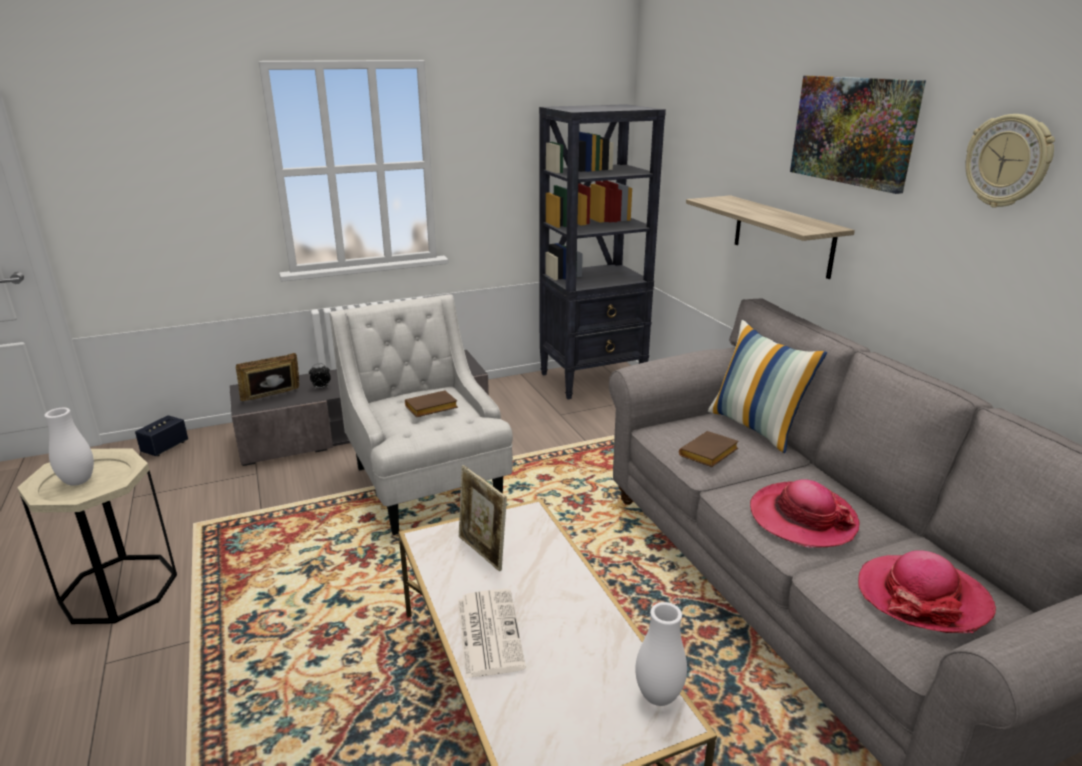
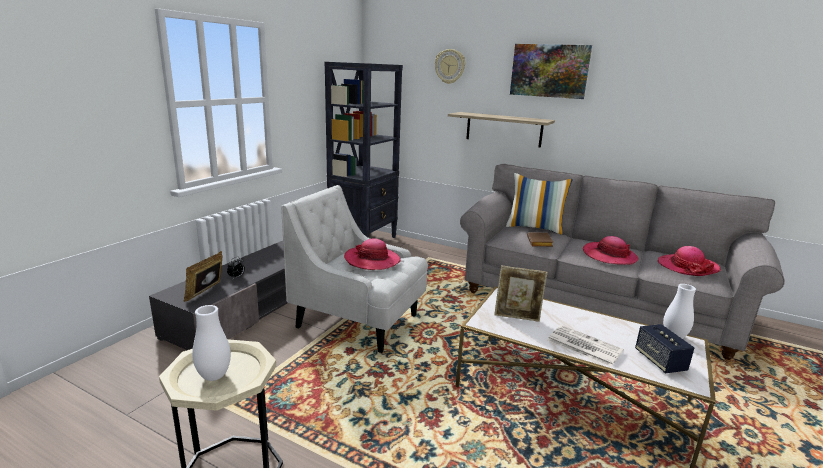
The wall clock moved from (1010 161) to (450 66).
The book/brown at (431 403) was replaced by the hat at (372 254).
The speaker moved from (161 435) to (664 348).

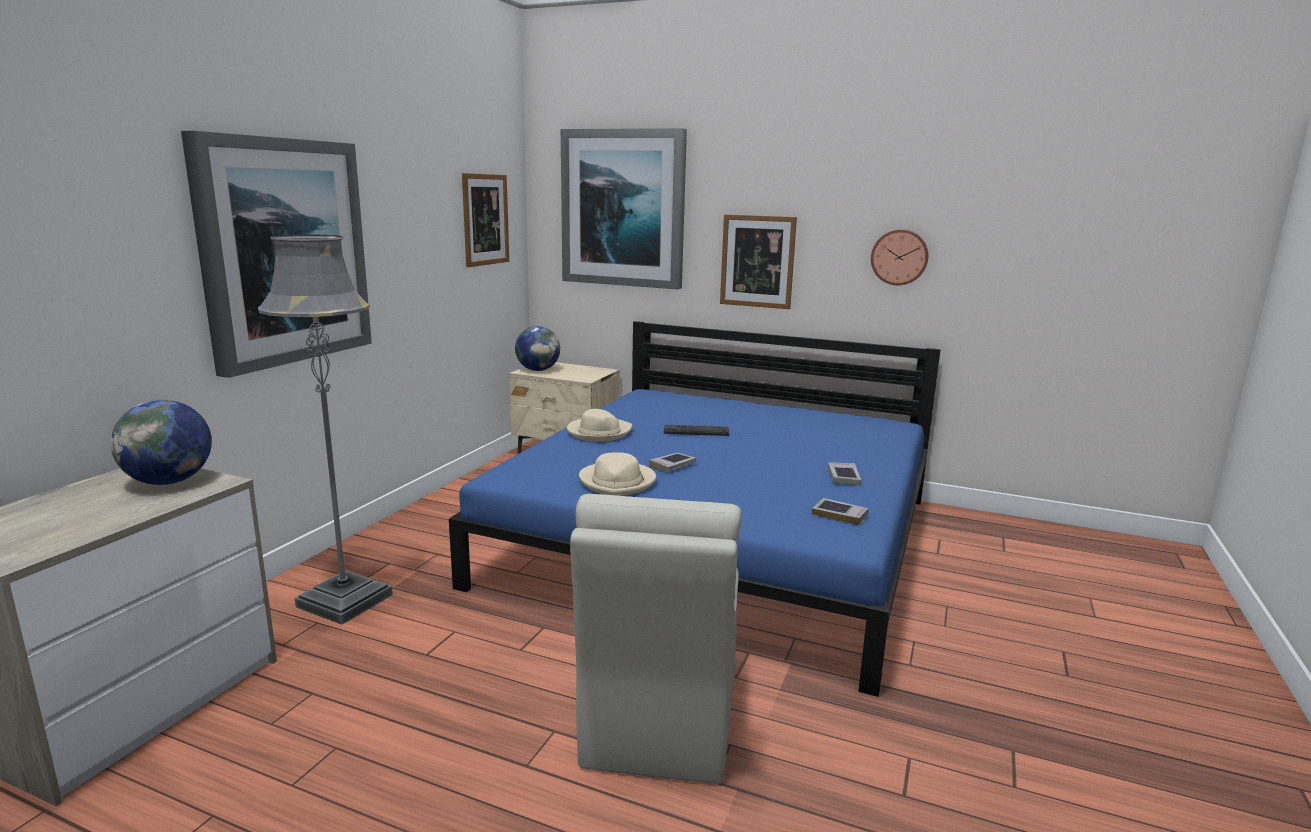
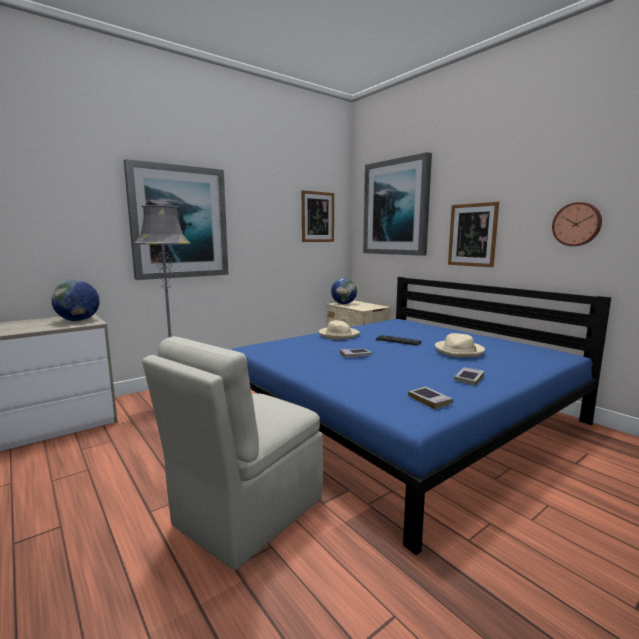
The hat/beige moved from (617 474) to (460 345).

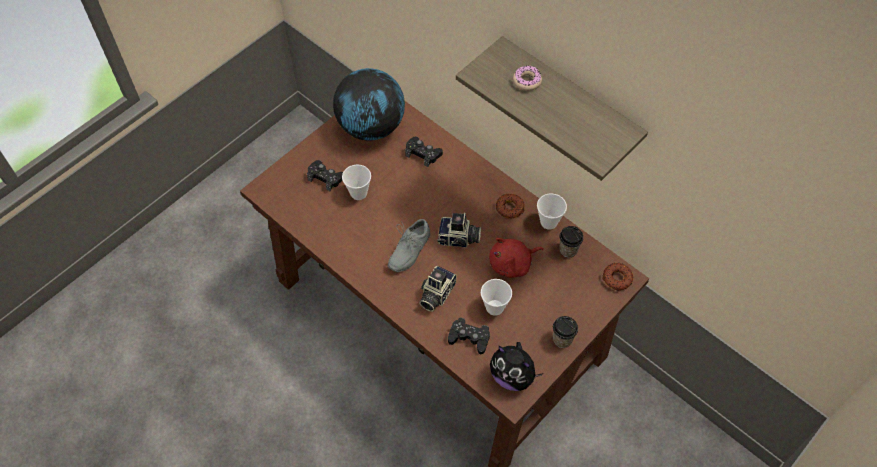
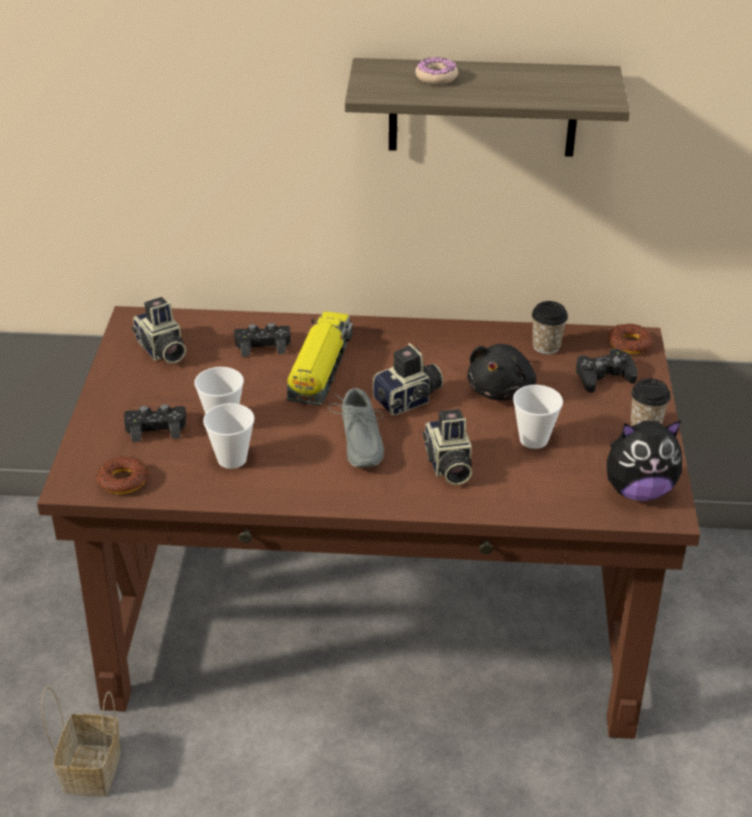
The globe at (369 104) was replaced by the photo camera at (159 330).
The cup moved from (552 211) to (229 436).
The donut moved from (510 206) to (122 475).
The plush toy/red at (516 258) became the plush toy/black at (501 372).
The game controller/black moved from (469 335) to (607 370).
The toy truck at (320 359) appeared.
The basket at (81 741) appeared.

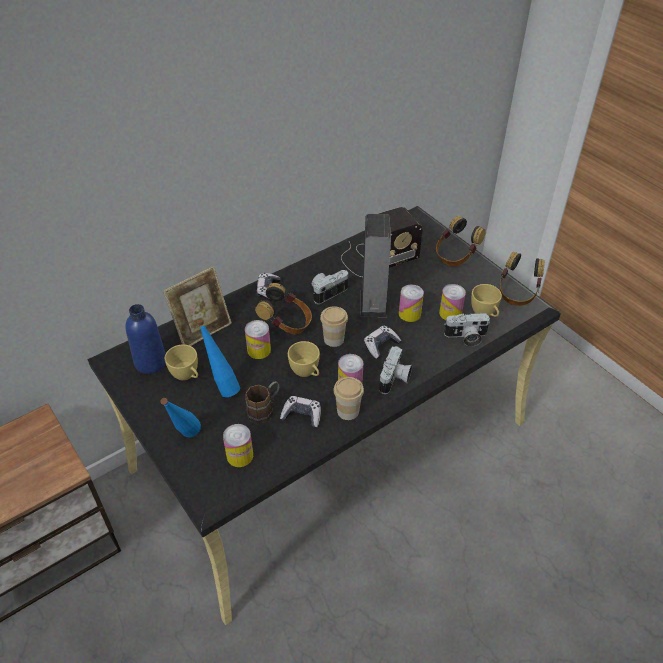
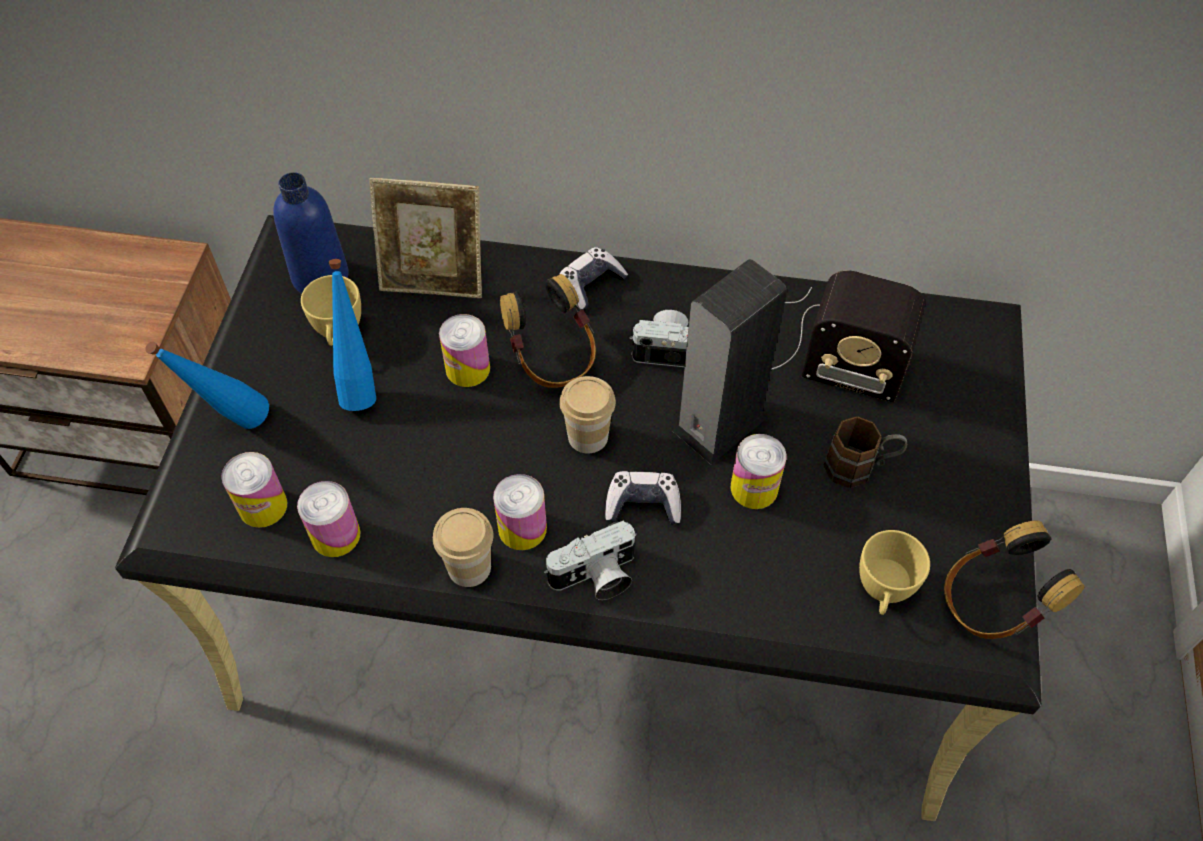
The headphones at (461 241) disappeared.
The can moved from (452 302) to (328 519).
The photo camera at (467 330) disappeared.
The cup/yellow at (304 359) disappeared.
The mug/brown moved from (262 402) to (865 452).
The game controller at (300 412) disappeared.

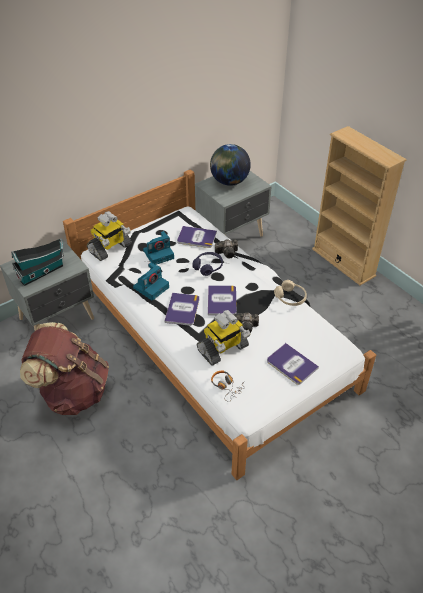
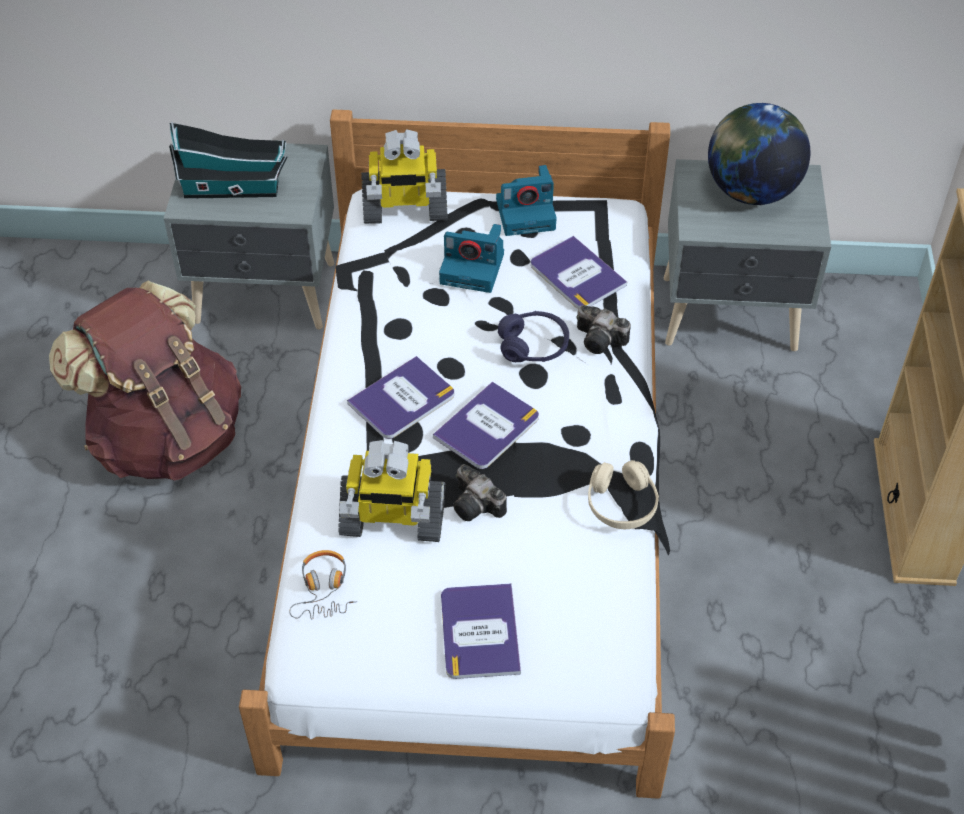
The photo camera moved from (151 281) to (526 200).

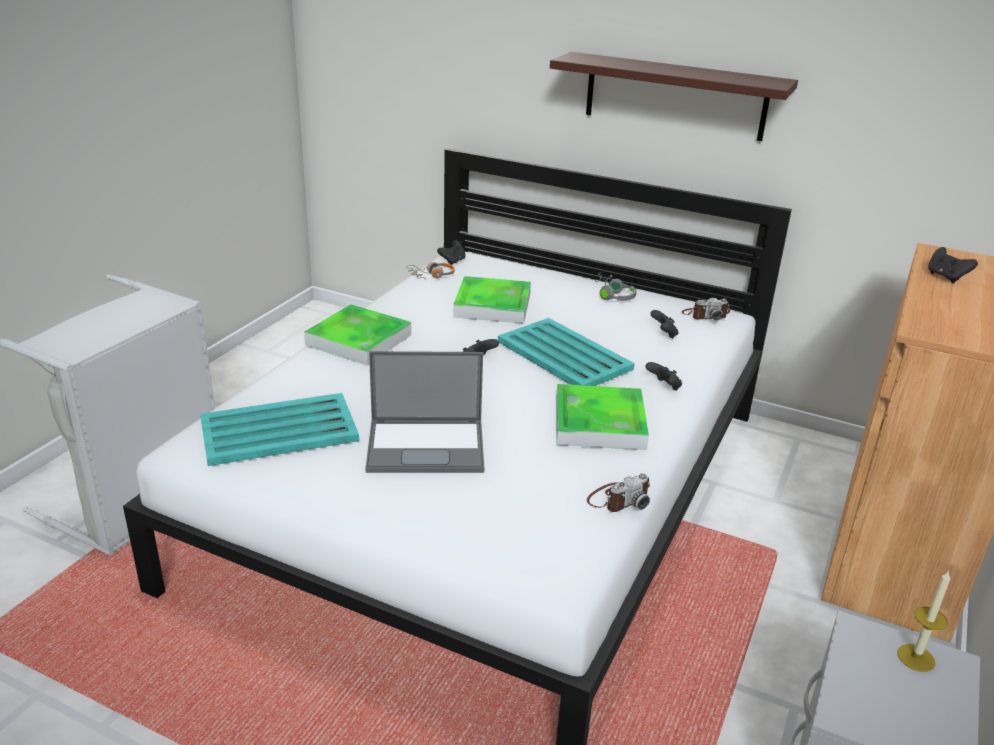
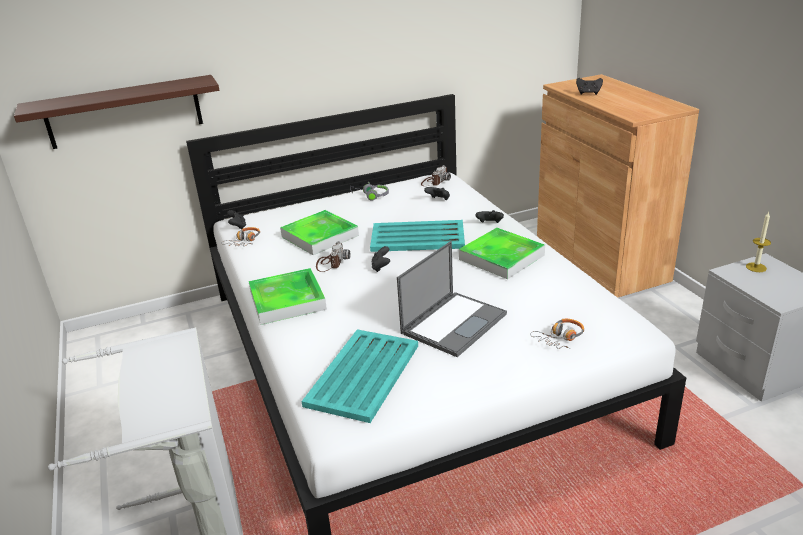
The shelf moved from (674 96) to (116 112).
The photo camera moved from (618 492) to (333 256).
The headphones at (557 334) appeared.

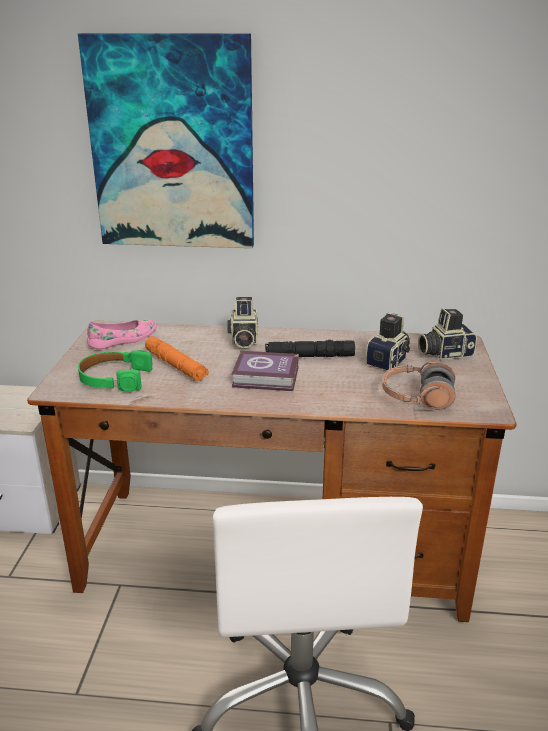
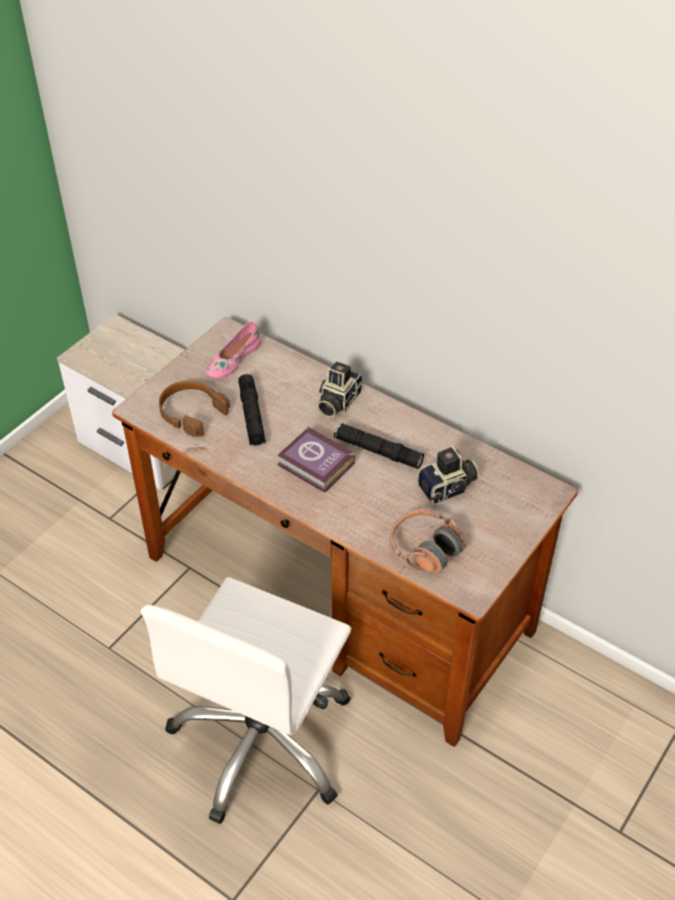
The picture at (166 140) disappeared.
The photo camera at (447 334) disappeared.
The shoe/pink at (122 335) turned 135 degrees clockwise.
The flashlight/orange at (177 358) became the flashlight/black at (252 410).
The headphones/green at (115 371) became the headphones/brown at (194 409).

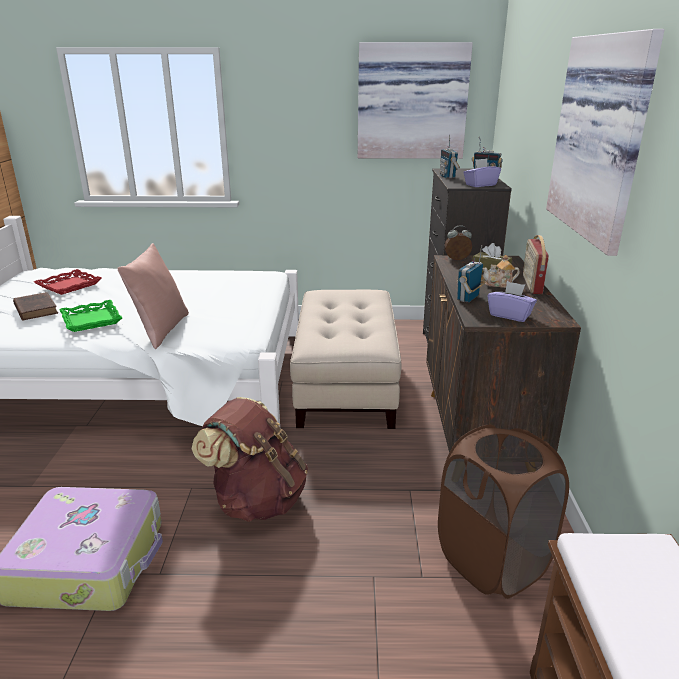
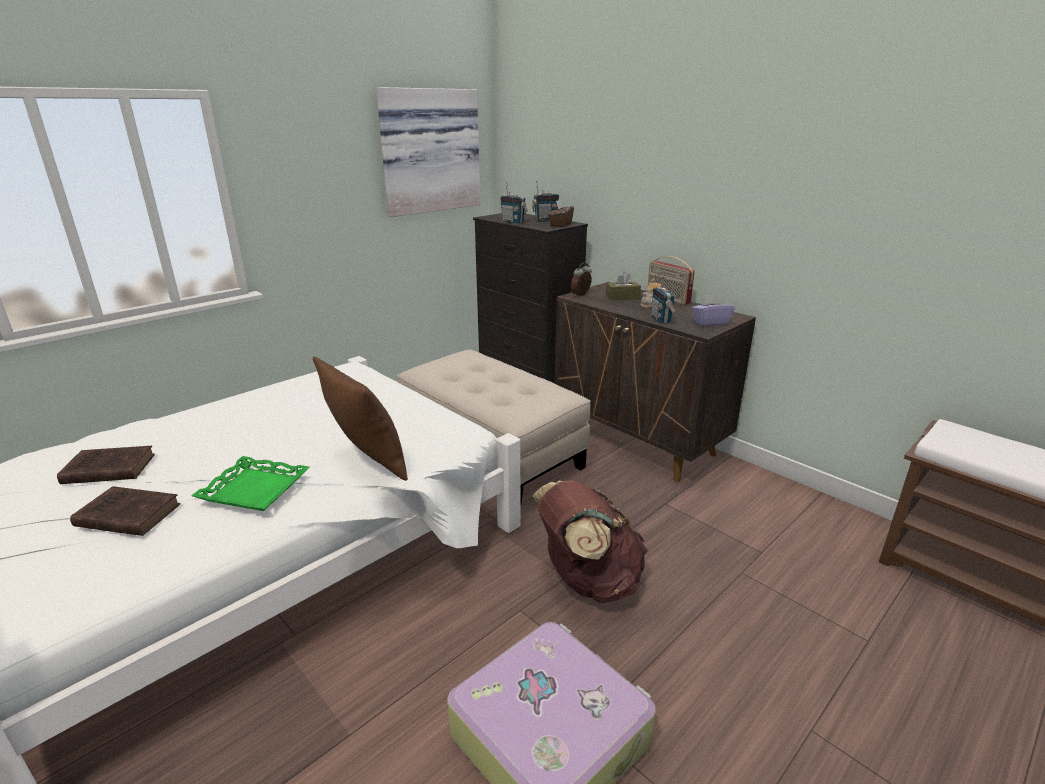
The picture at (605 142) disappeared.
The tissue box/purple at (482 173) became the tissue box/brown at (561 213).
The pillow/pink at (153 296) became the pillow/brown at (360 419).
The tray/red at (68 282) was replaced by the book/brown at (106 465).
The laundry basket/brown at (503 512) disappeared.

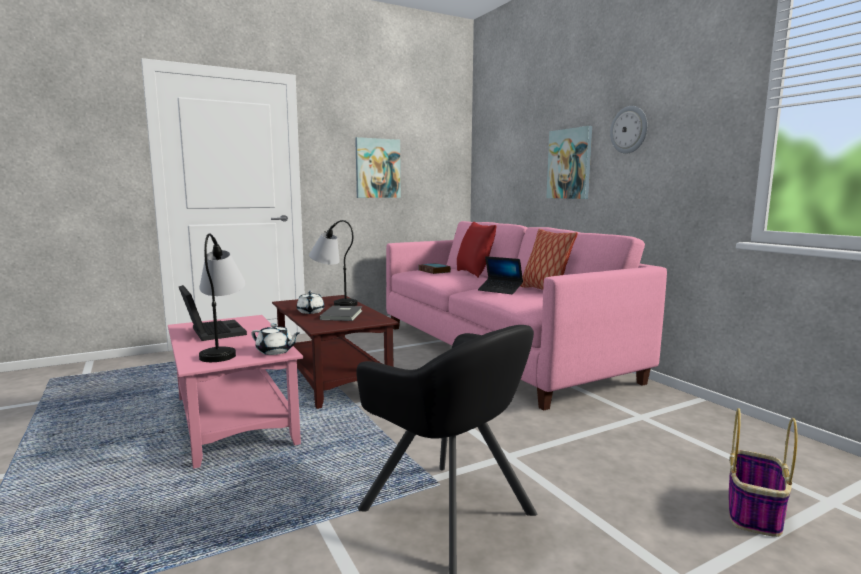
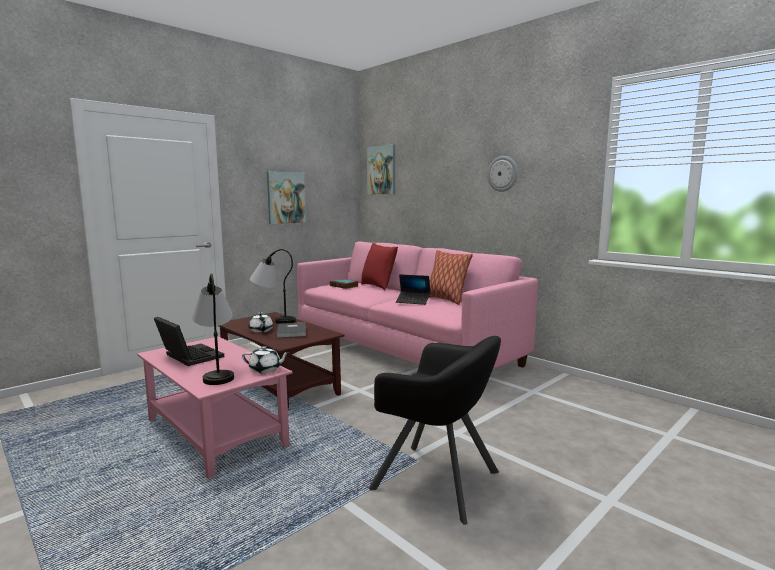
The picture moved from (569 162) to (381 169).
The basket at (763 472) disappeared.

